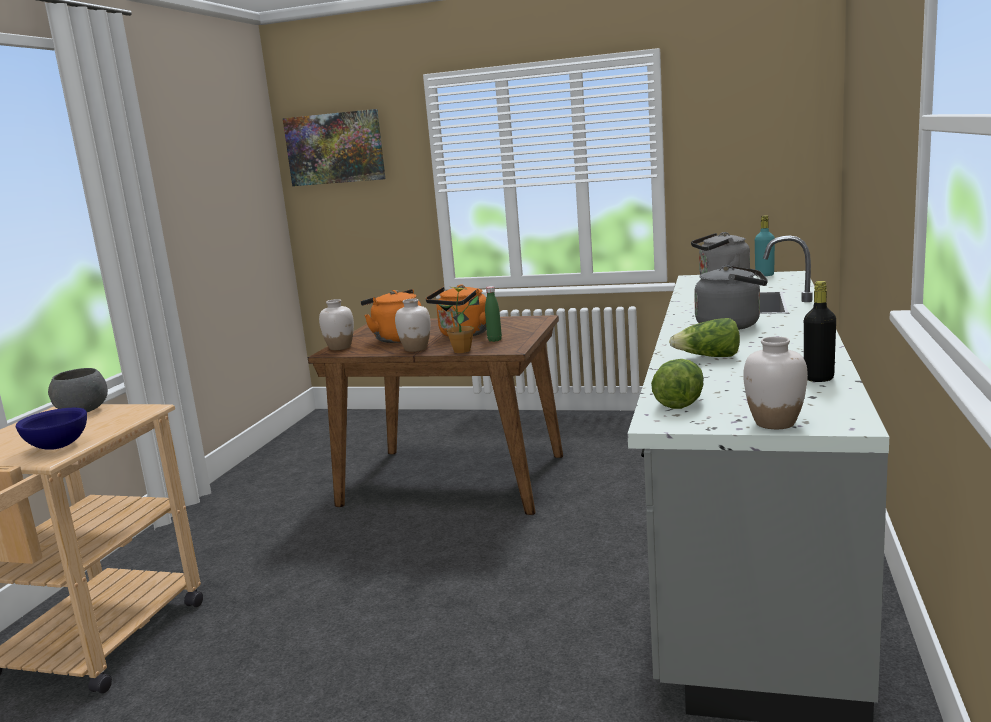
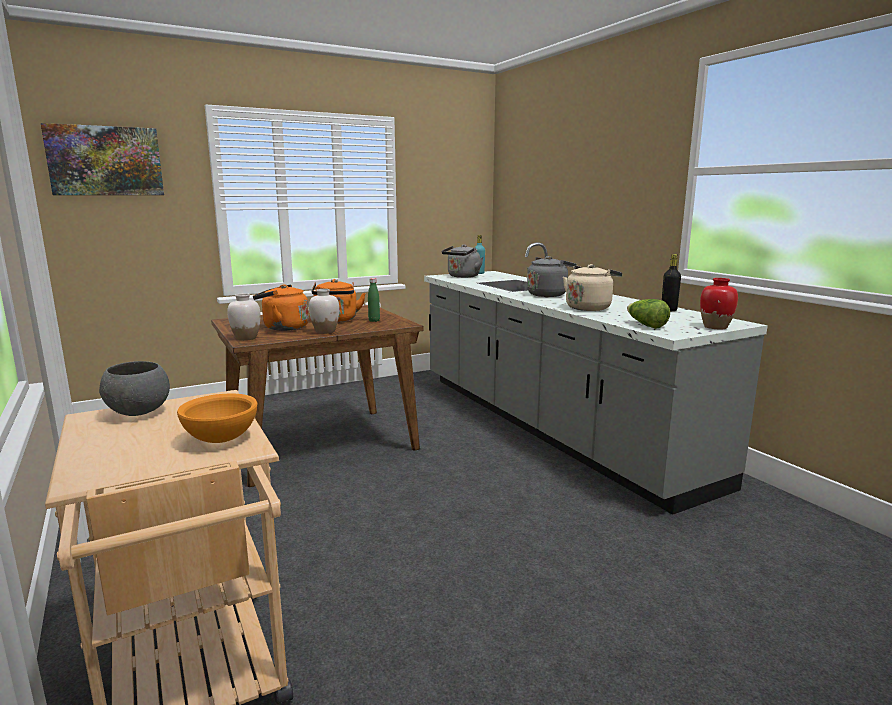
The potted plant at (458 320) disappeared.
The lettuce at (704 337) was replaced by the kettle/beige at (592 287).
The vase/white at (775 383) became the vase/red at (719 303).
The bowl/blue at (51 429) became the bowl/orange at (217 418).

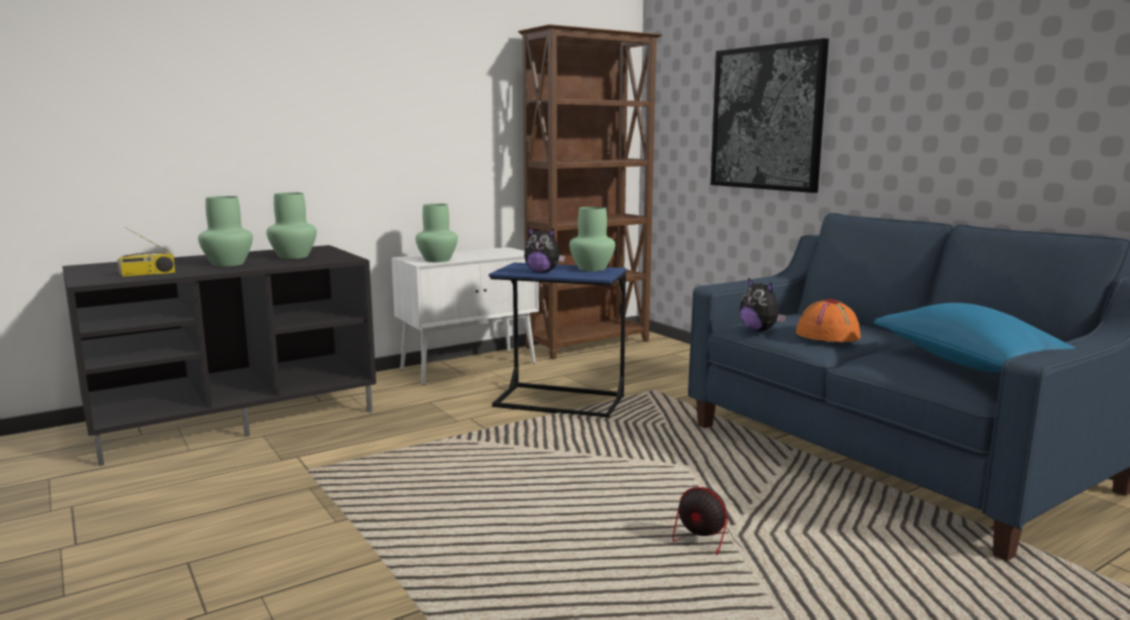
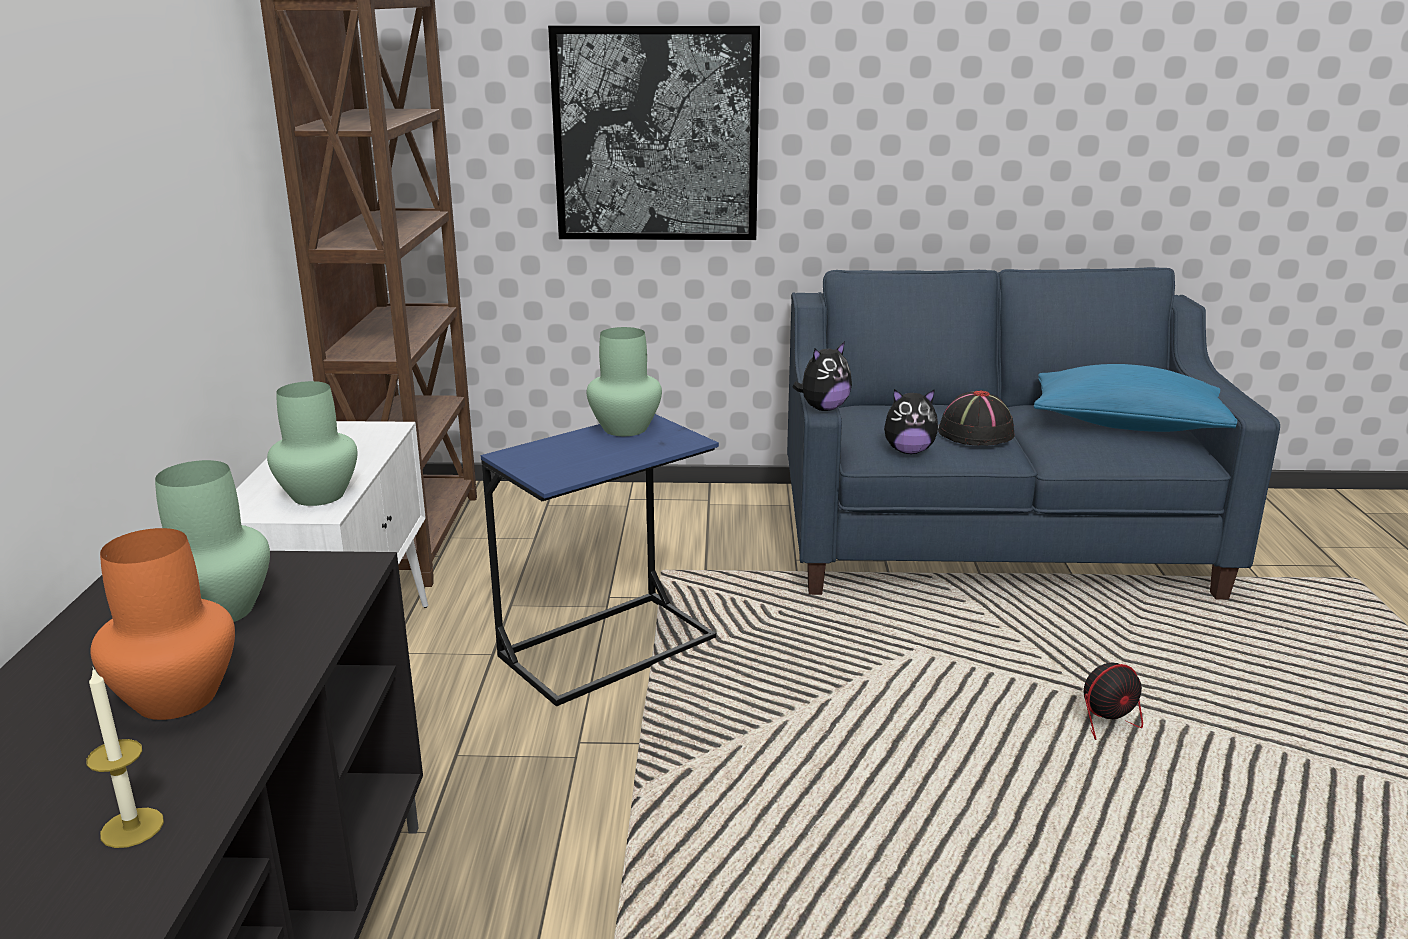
The vase/green at (225 231) became the vase/orange at (162 624).
The radio at (146 252) was replaced by the candle at (125 757).
The plush toy moved from (544 250) to (822 376).
The hat/orange at (828 320) became the hat/black at (976 418).

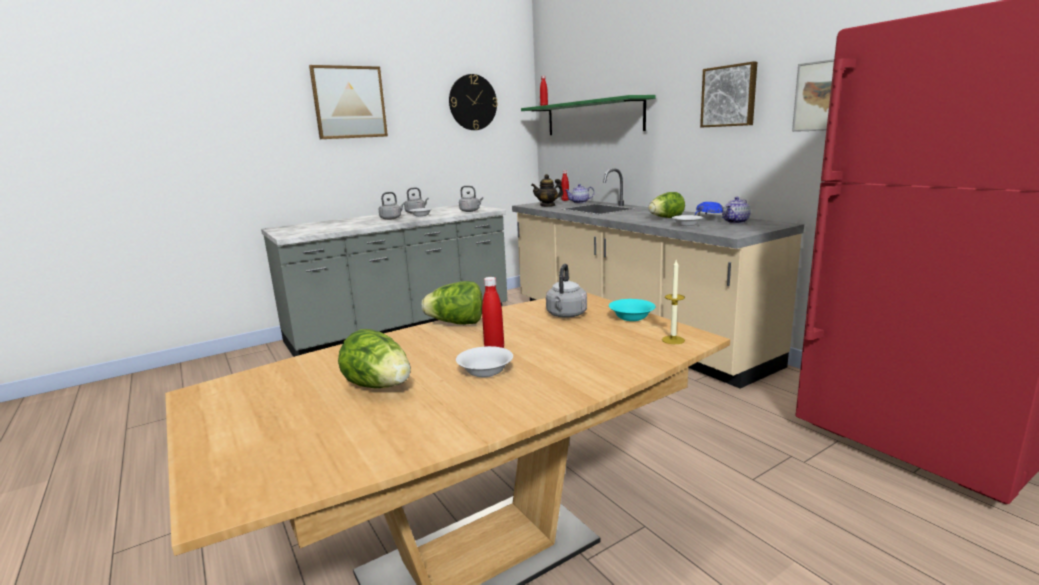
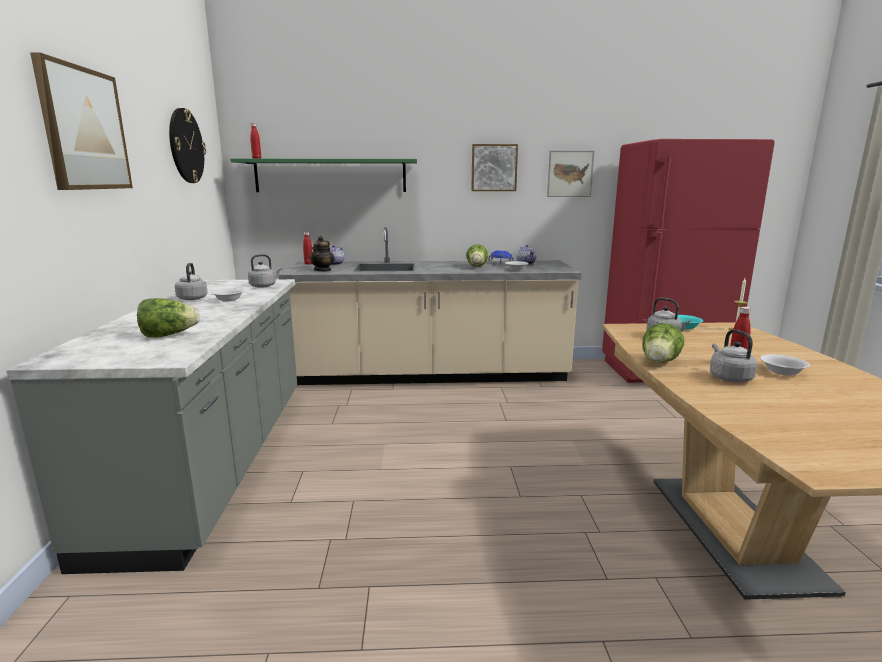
The kettle/grey moved from (391 206) to (733 356).
The lettuce moved from (374 358) to (168 318).

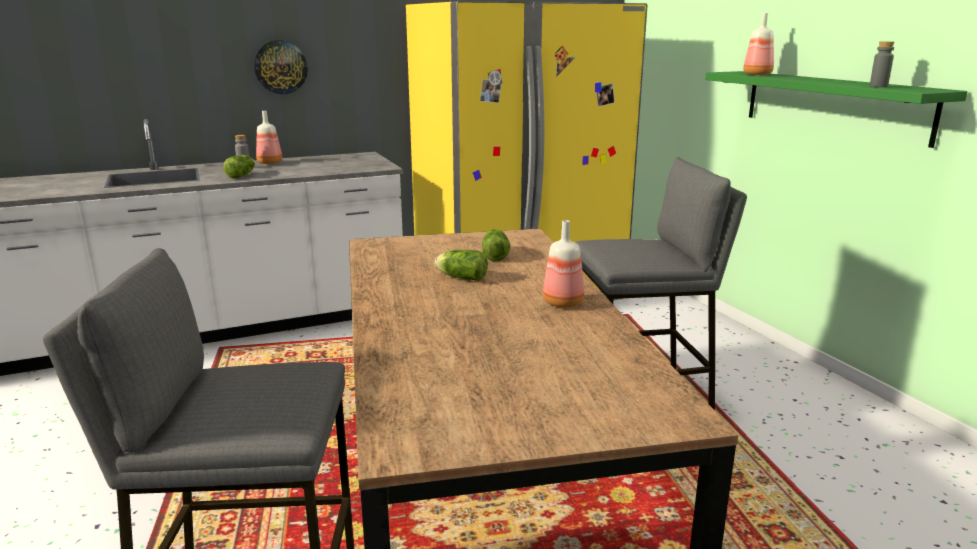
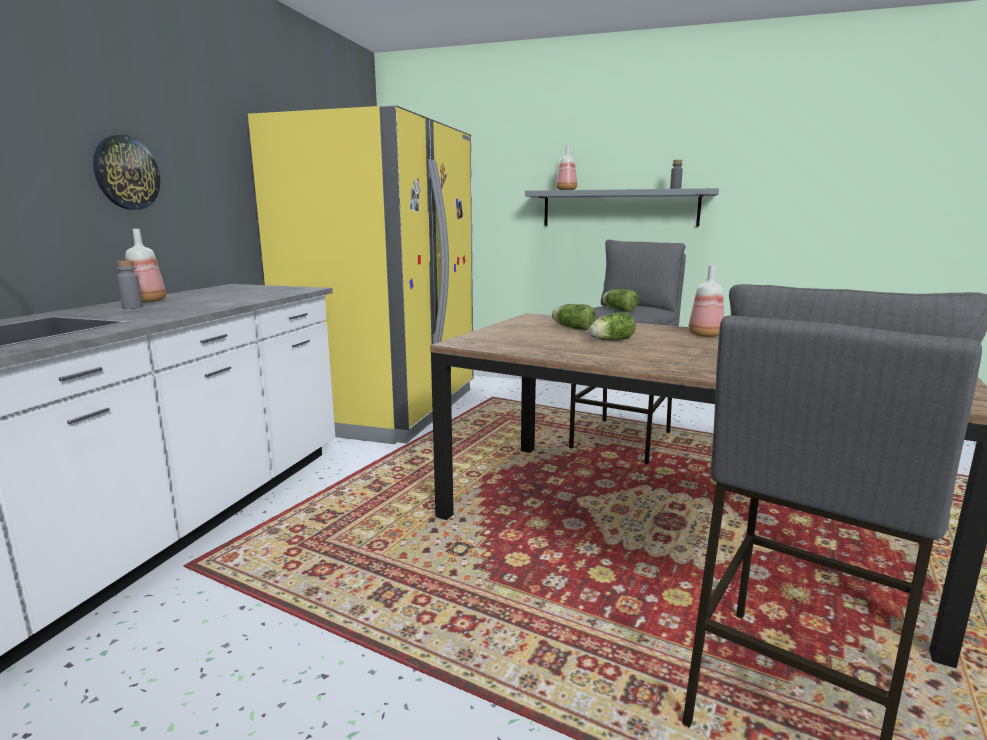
The shelf/green at (836 109) became the shelf/grey at (622 207).
The lettuce moved from (239 167) to (620 300).

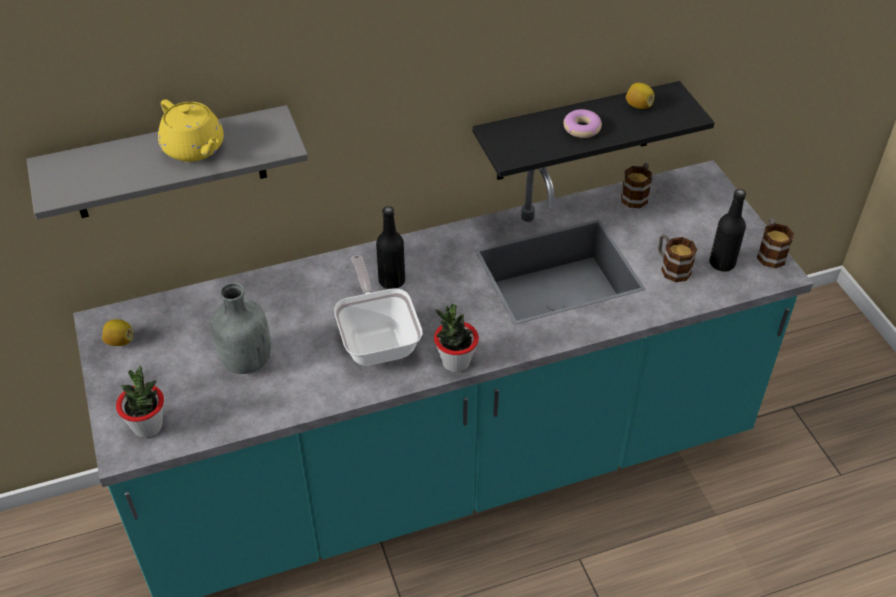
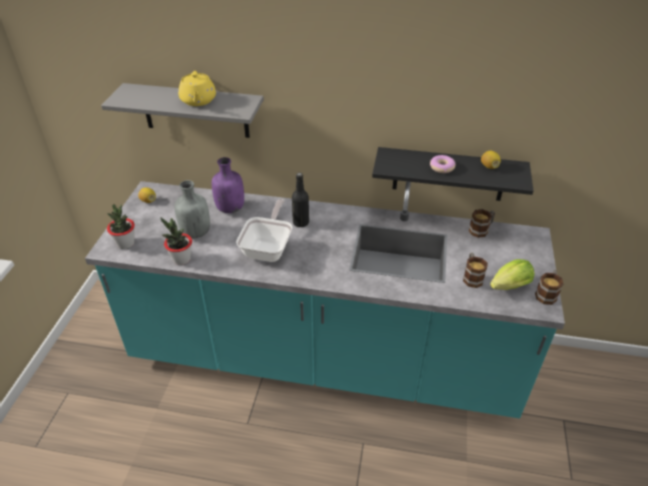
The bottle/black at (727 230) was replaced by the lettuce at (512 274).
The potted plant moved from (456 337) to (176 241).
The bottle/purple at (228 185) appeared.

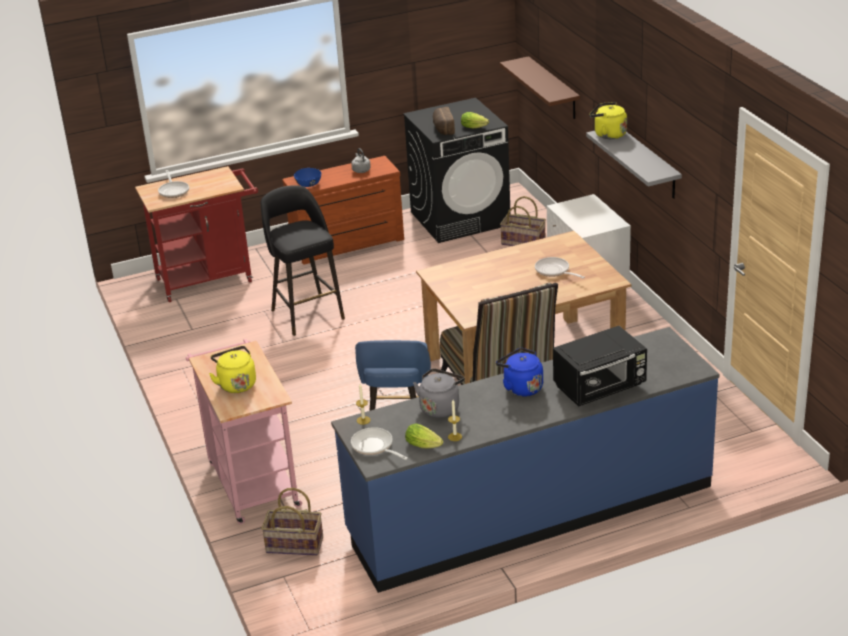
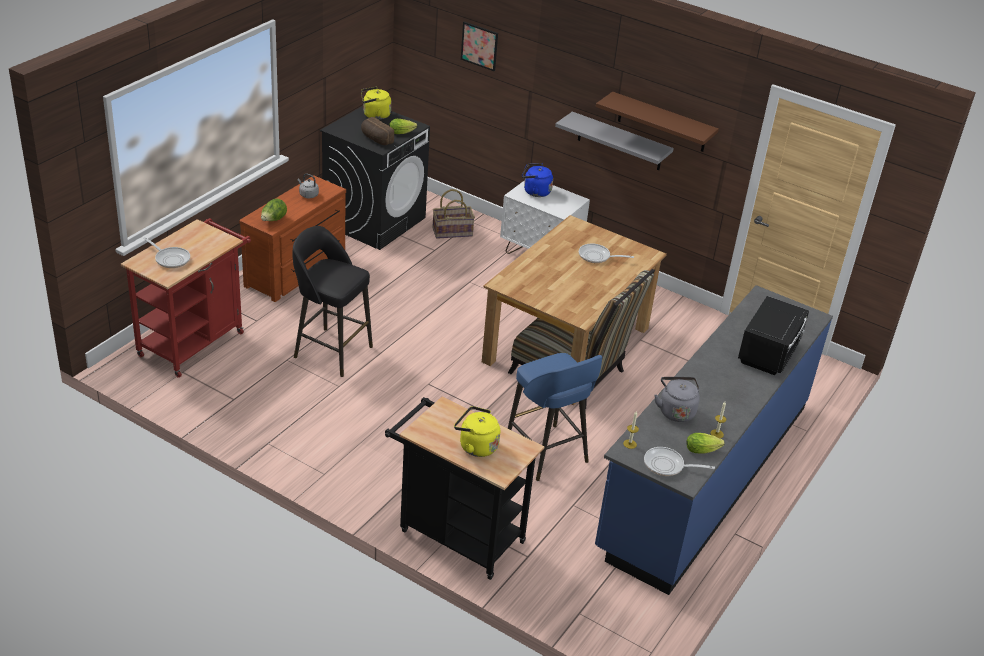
The shelf/brown moved from (540 87) to (657 122).
The kettle/yellow moved from (608 120) to (376 103).
The bowl/blue at (307 177) was replaced by the lettuce at (274 210).
The cart/pink at (244 431) became the cart/black at (464 488).
The kettle/blue moved from (519 372) to (537 180).
The basket at (292 522) disappeared.
The picture at (479 46) appeared.

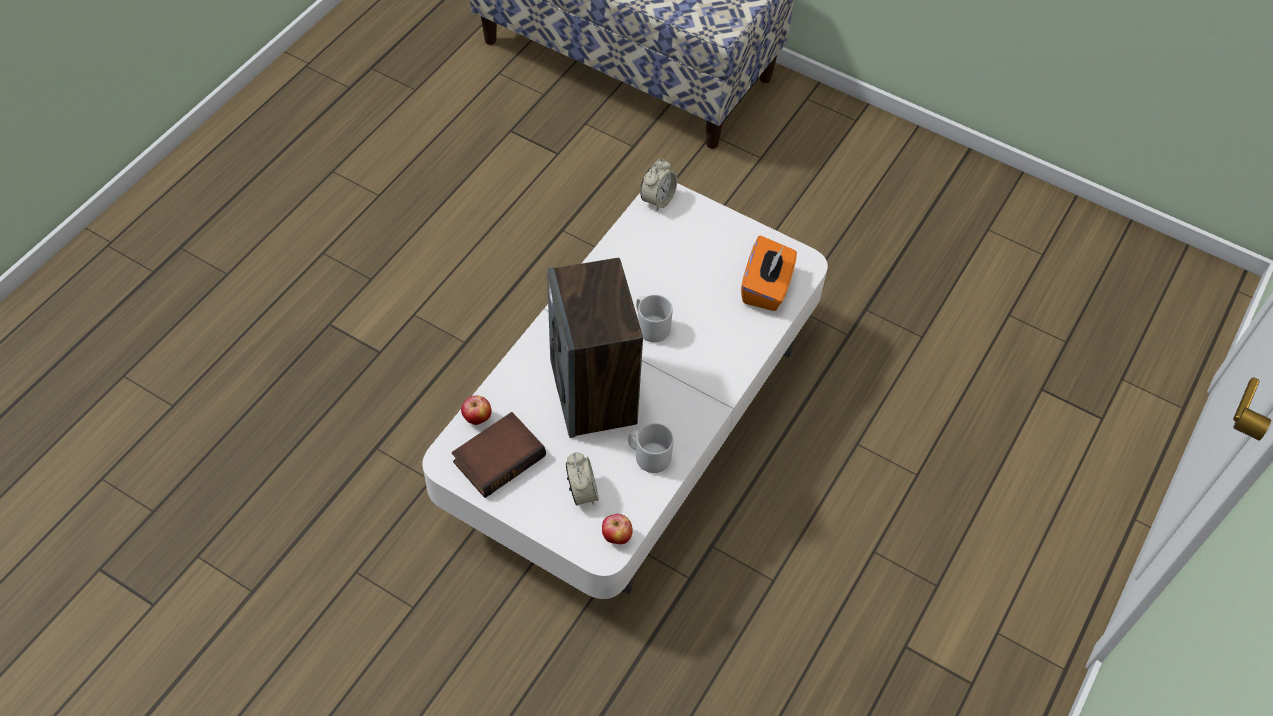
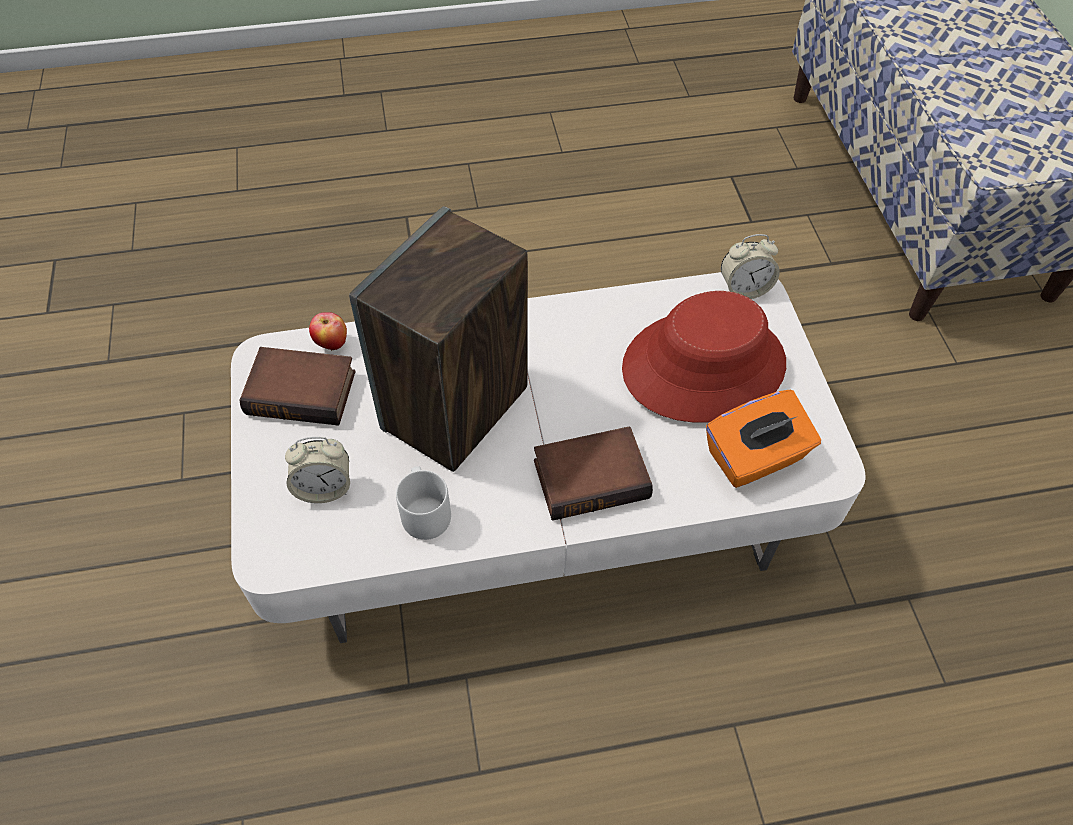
The mug/grey at (654 318) disappeared.
The alarm clock at (582 479) turned 45 degrees clockwise.
The apple at (617 529) disappeared.
The hat/red at (704 357) appeared.
The book at (593 473) appeared.

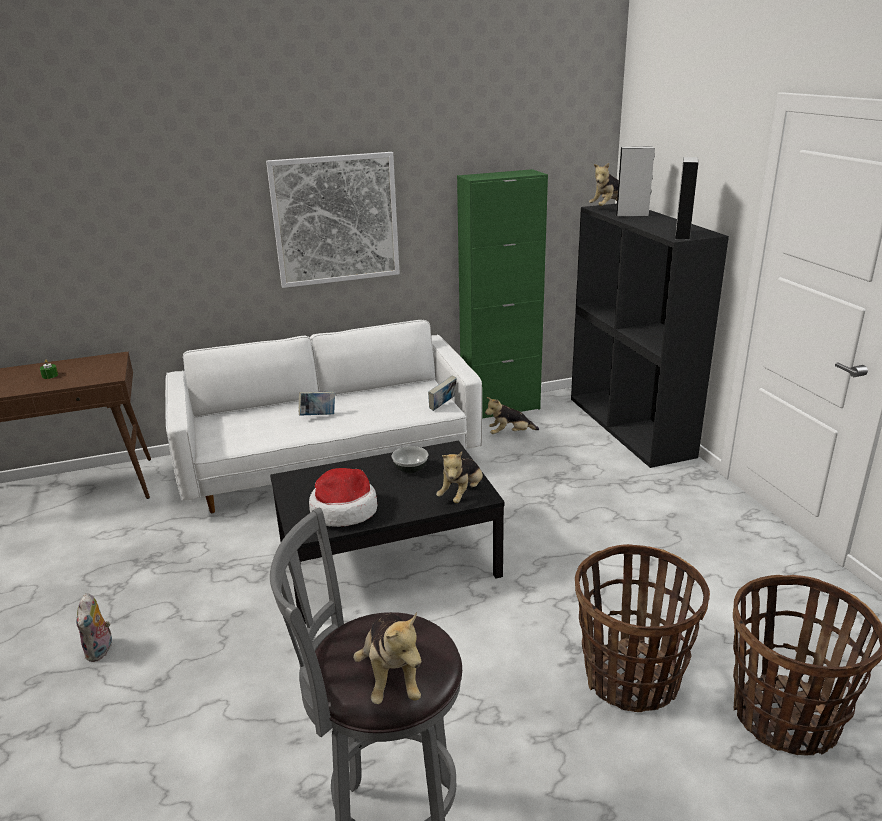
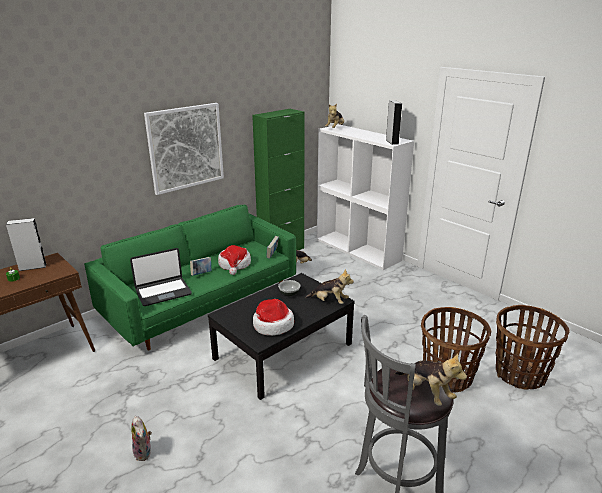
The speaker/grey moved from (635 181) to (26 244).
The bookcase/black at (650 336) became the bookcase/white at (365 197).
The sofa/white at (323 416) became the sofa/green at (190 278).
The plush toy at (459 477) turned 75 degrees counterclockwise.
The hat at (234 260) appeared.
The laptop at (161 277) appeared.

